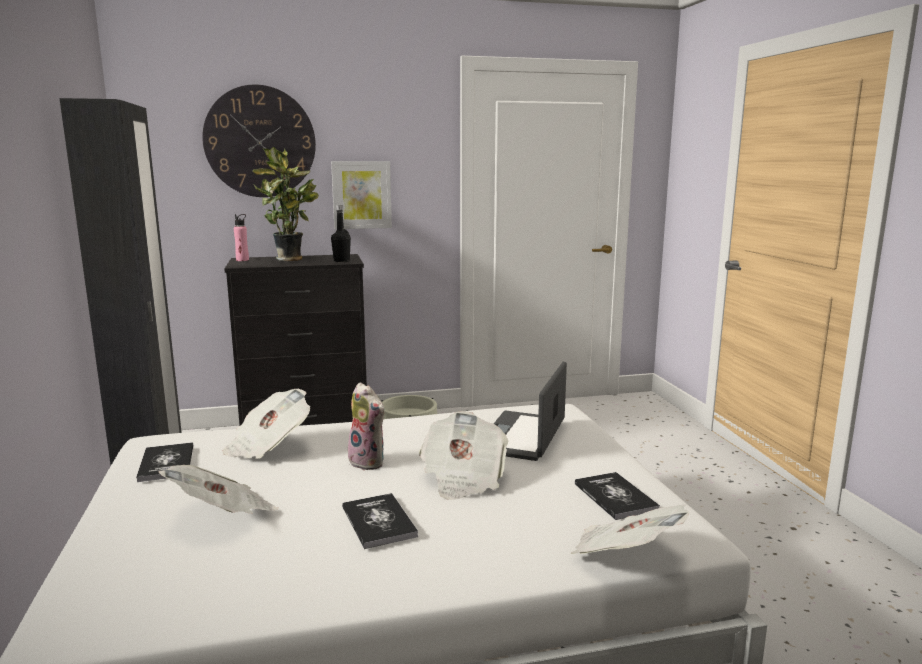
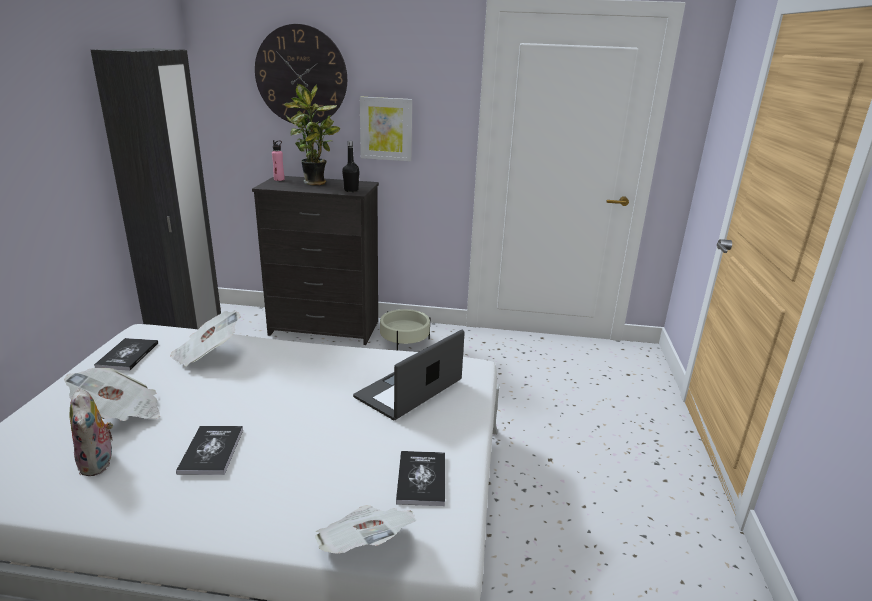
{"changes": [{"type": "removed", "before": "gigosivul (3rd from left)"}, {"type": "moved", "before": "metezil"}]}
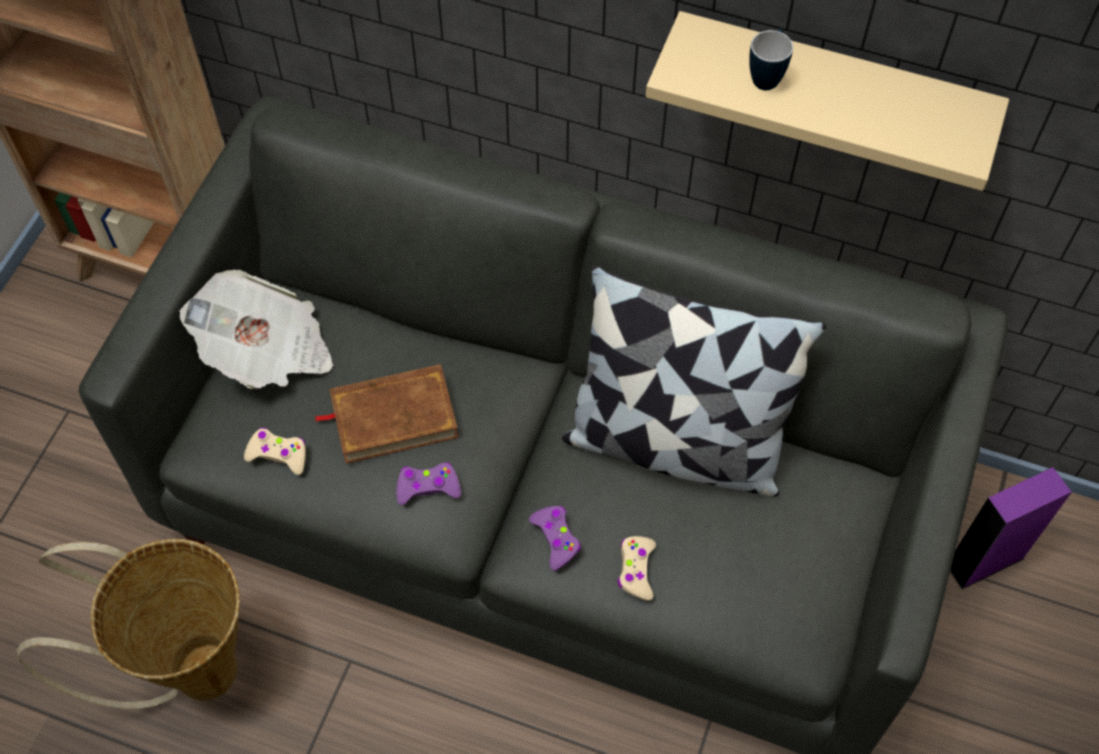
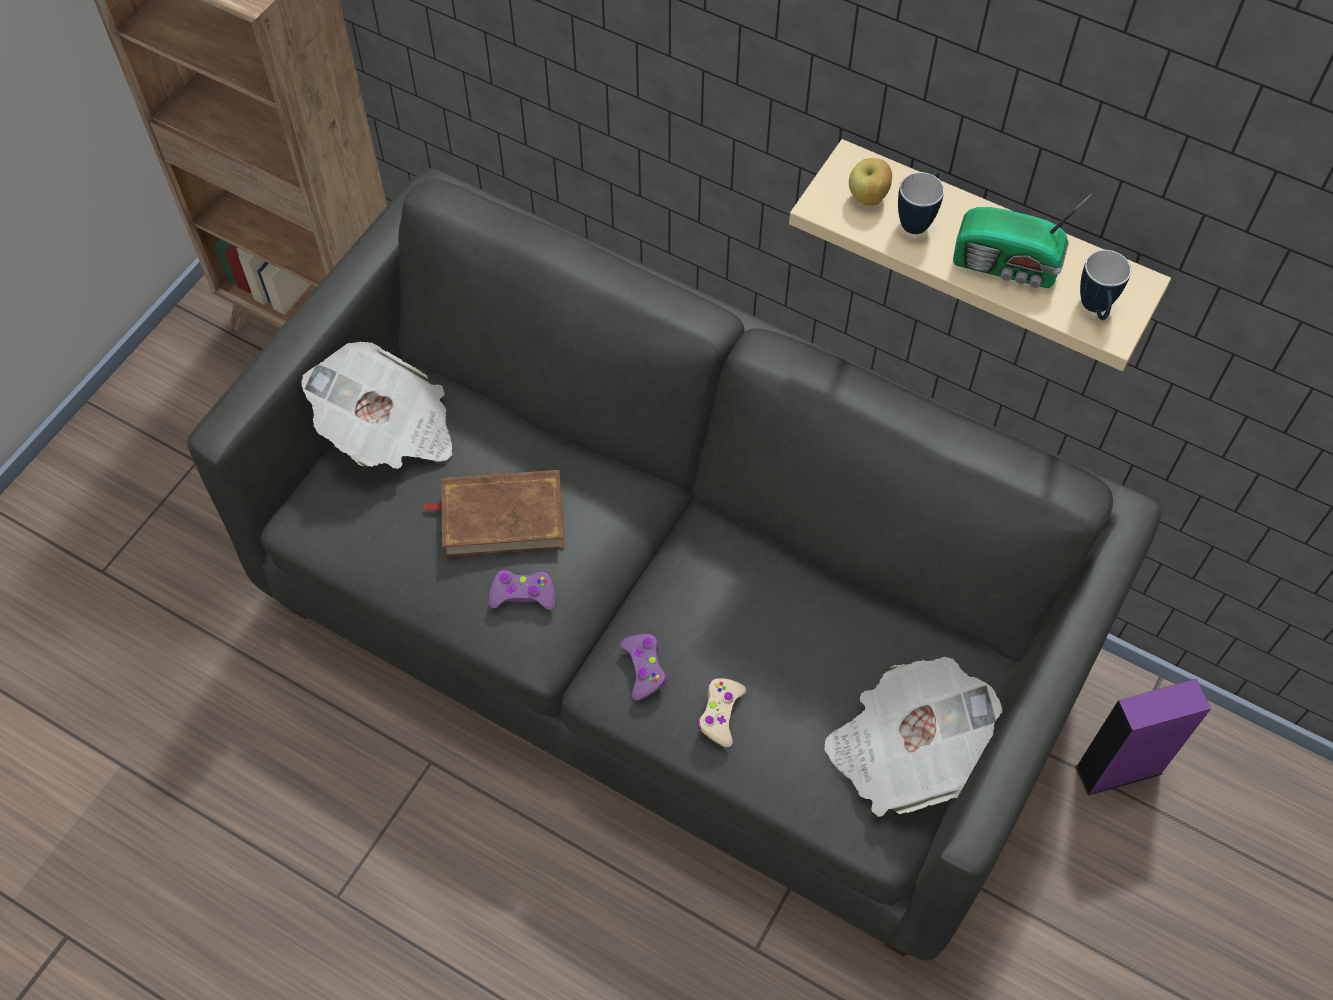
{"changes": [{"type": "removed", "before": "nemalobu"}, {"type": "removed", "before": "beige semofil (1st from left)"}, {"type": "removed", "before": "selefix"}, {"type": "added", "after": "gigosivul (2nd from left)"}, {"type": "added", "after": "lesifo"}, {"type": "added", "after": "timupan"}, {"type": "added", "after": "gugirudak (2nd from left)"}]}
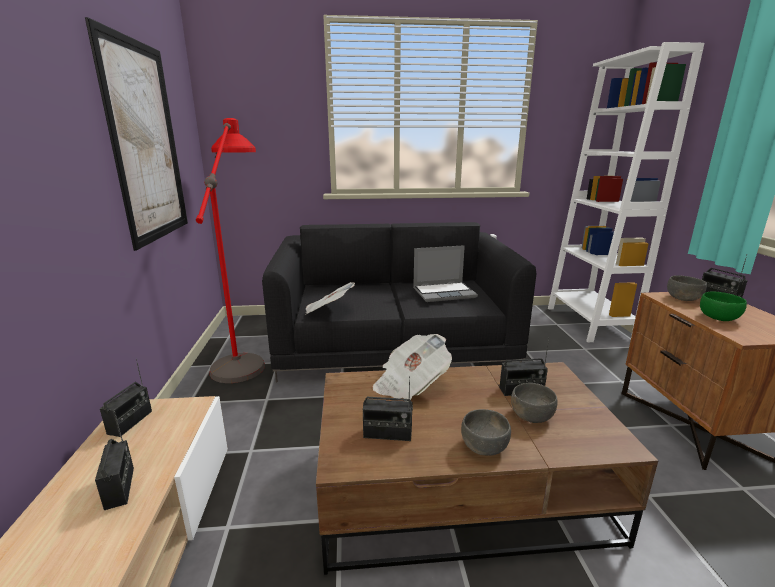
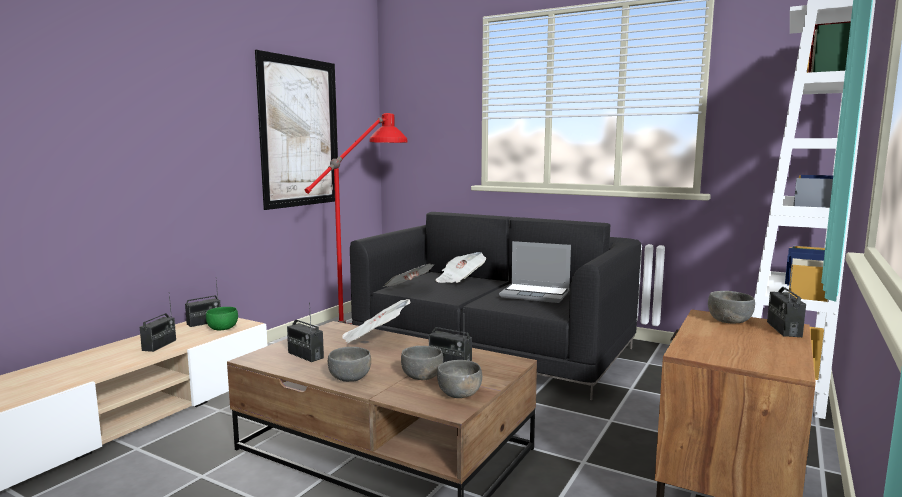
{"changes": [{"type": "added", "after": "gigosivul (3rd from left)"}, {"type": "added", "after": "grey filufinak (3rd from left)"}, {"type": "moved", "before": "green filufinak"}]}
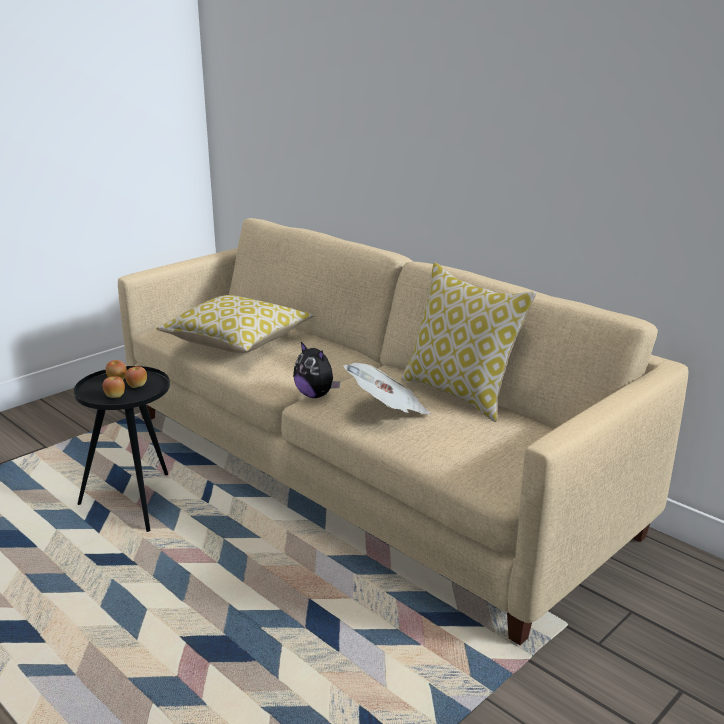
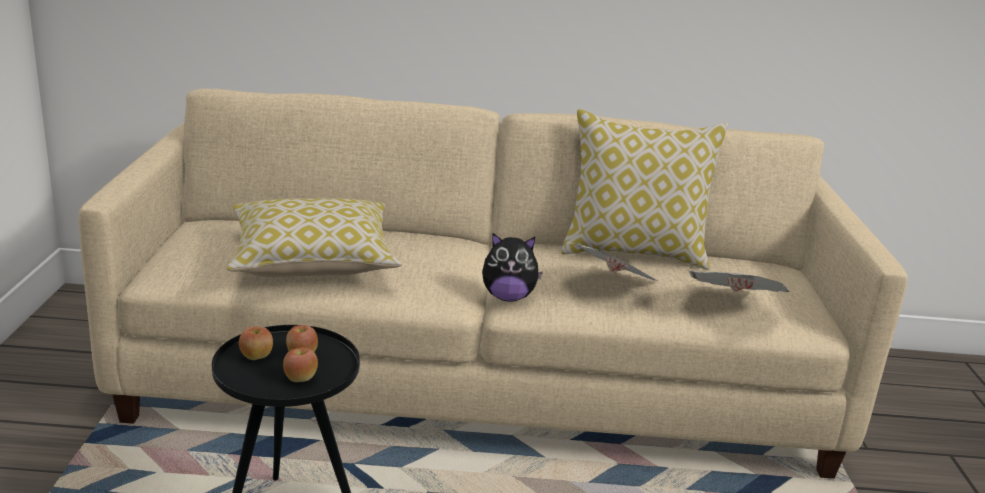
{"changes": [{"type": "added", "after": "gigosivul (2nd from left)"}]}
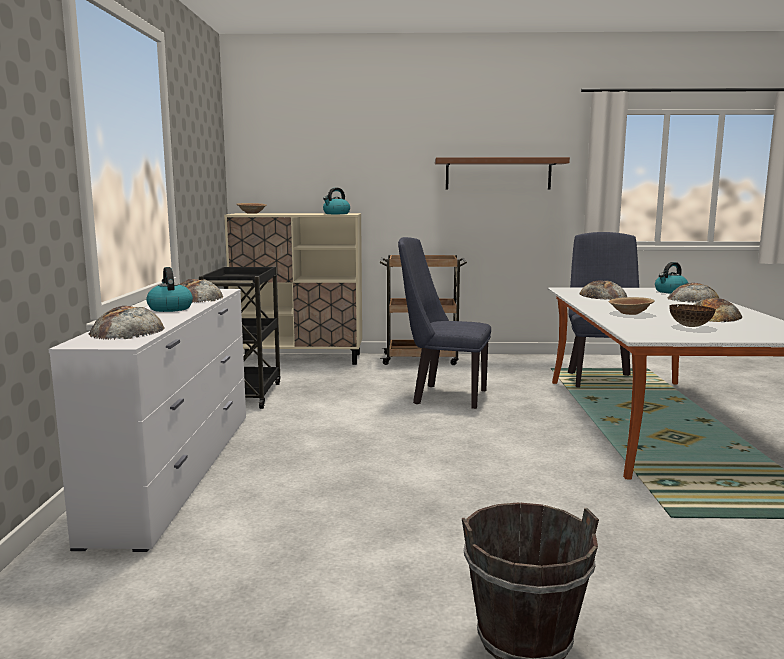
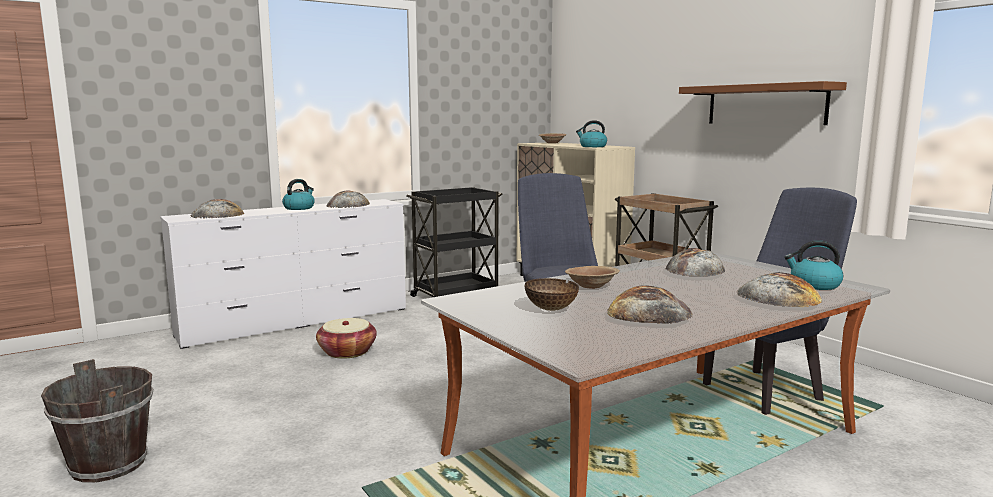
{"changes": [{"type": "added", "after": "nemalobu"}]}
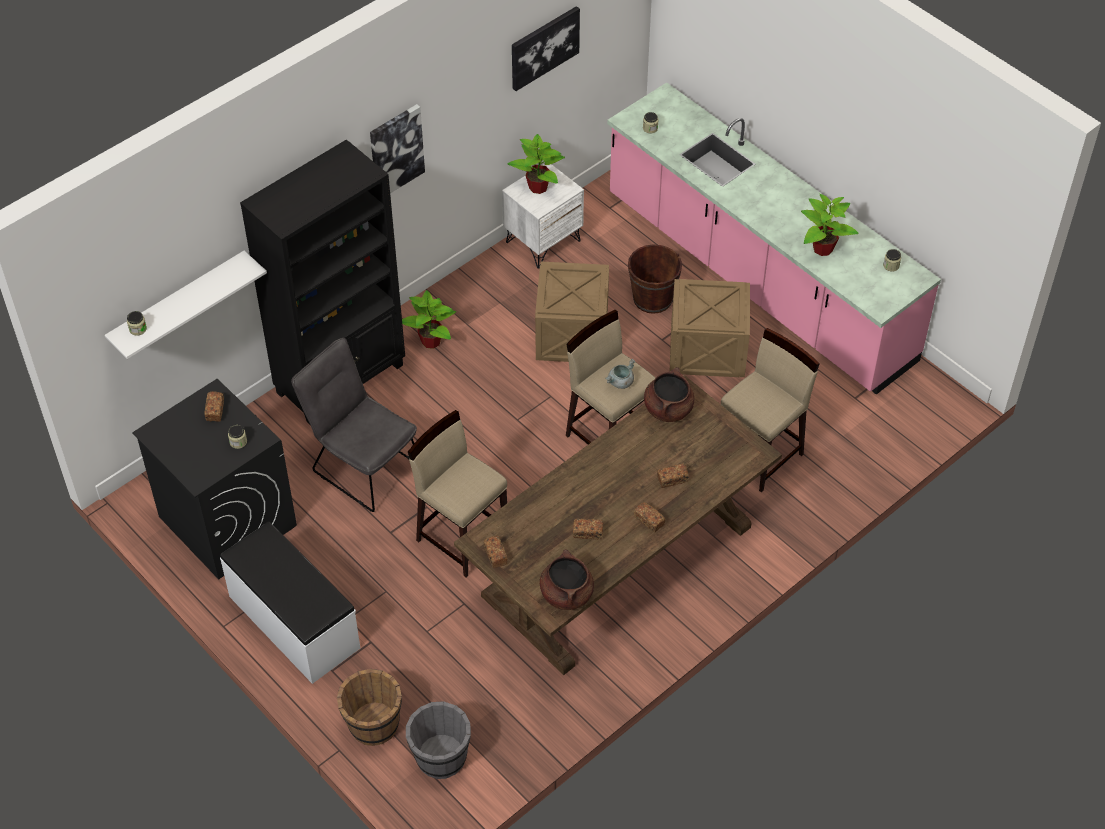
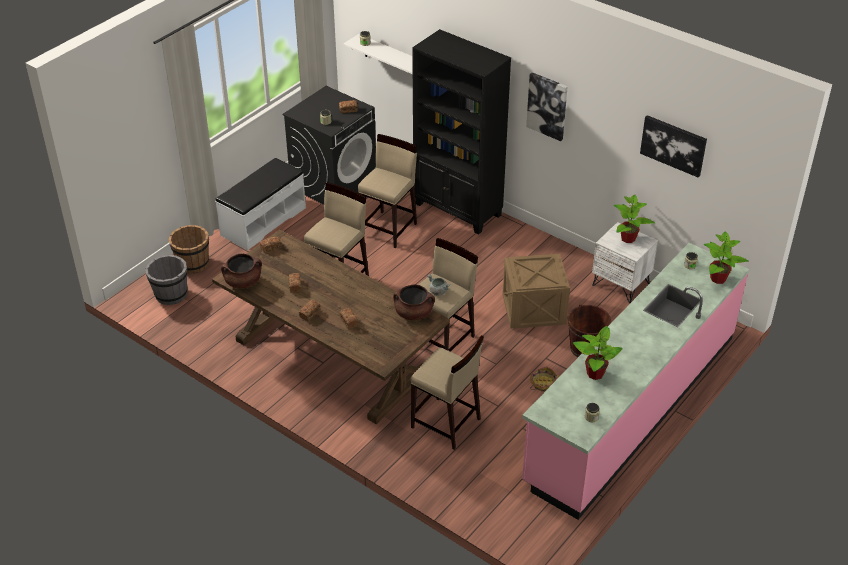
{"changes": [{"type": "moved", "before": "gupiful (1st from left in the first image)", "after": "gupiful (3rd from left)"}, {"type": "replaced", "before": "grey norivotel", "after": "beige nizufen (2nd from left)"}, {"type": "replaced", "before": "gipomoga (2nd from left)", "after": "nemalobu"}]}
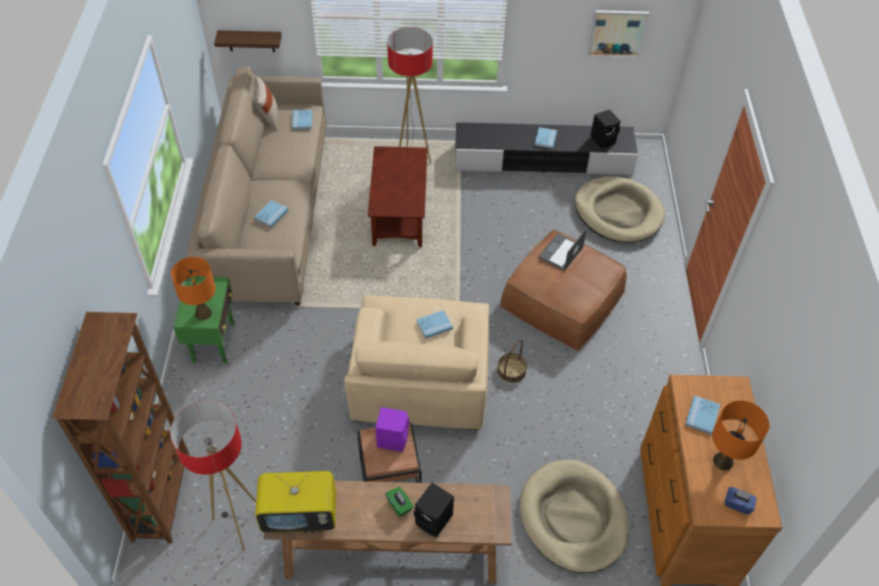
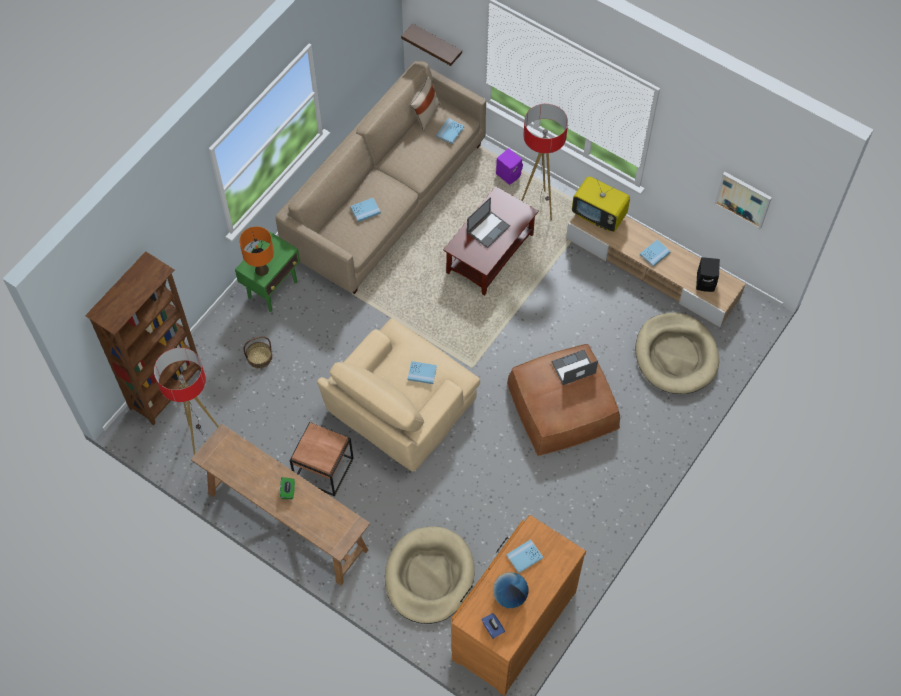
{"changes": [{"type": "removed", "before": "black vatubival (1st from left)"}, {"type": "added", "after": "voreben (1st from left)"}, {"type": "moved", "before": "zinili"}, {"type": "moved", "before": "purple vatubival"}, {"type": "moved", "before": "nemalobu"}, {"type": "replaced", "before": "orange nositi (2nd from left)", "after": "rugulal"}, {"type": "recoloured", "before": "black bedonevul", "after": "beige bedonevul"}]}
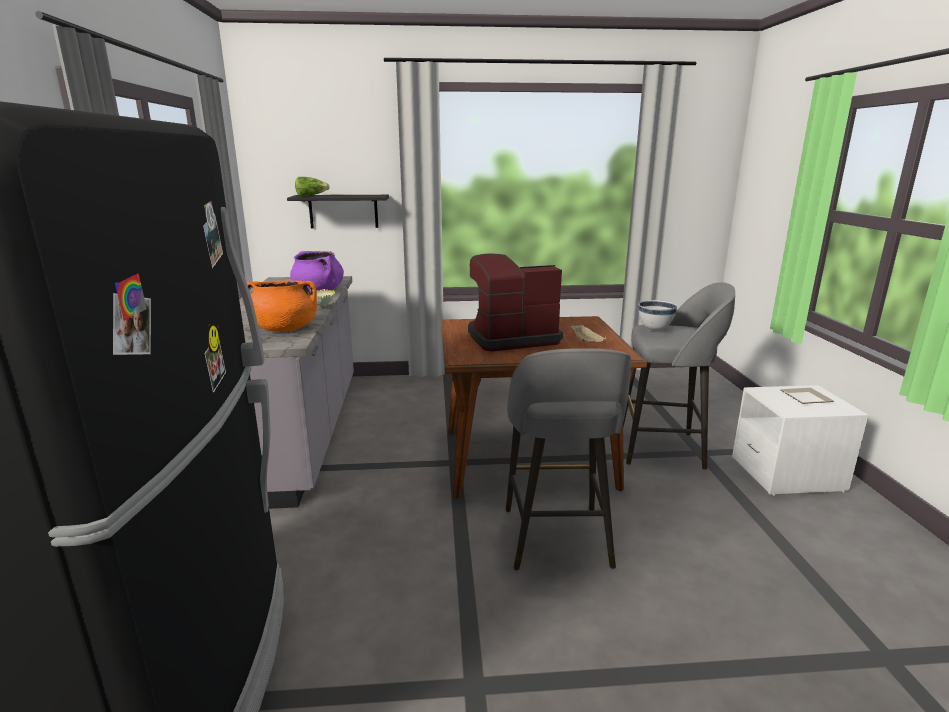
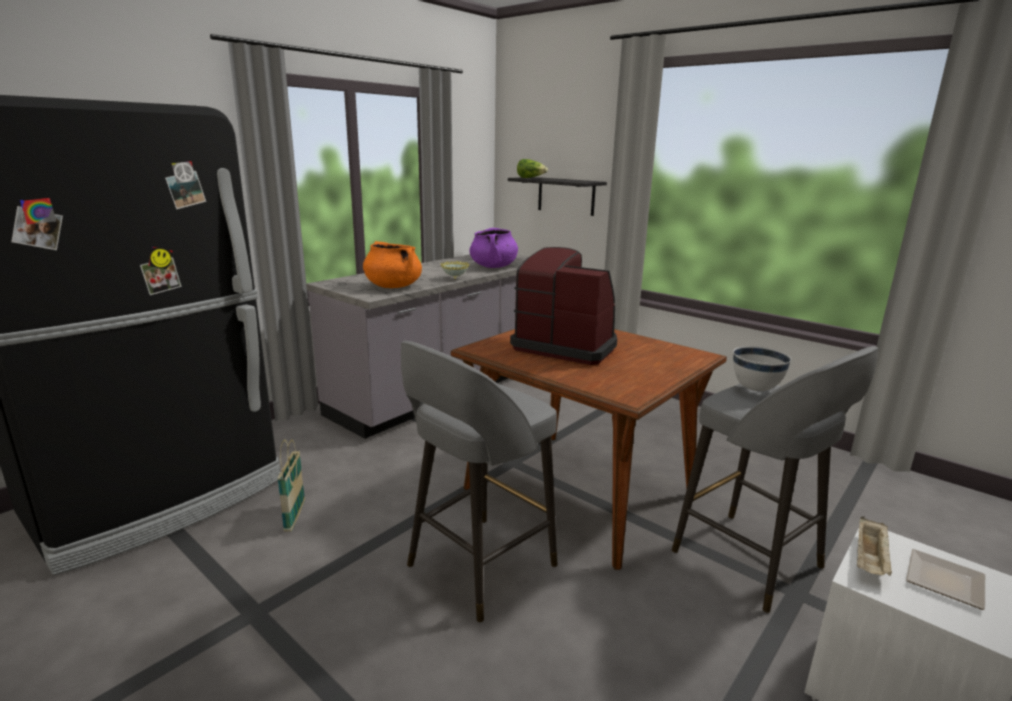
{"changes": [{"type": "added", "after": "nemalobu"}, {"type": "moved", "before": "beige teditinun"}]}
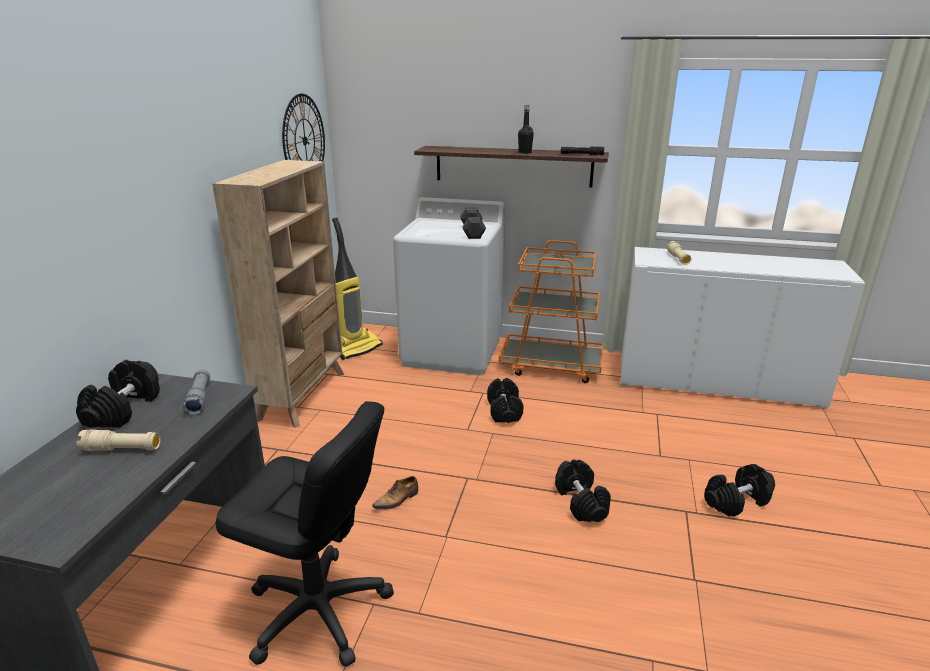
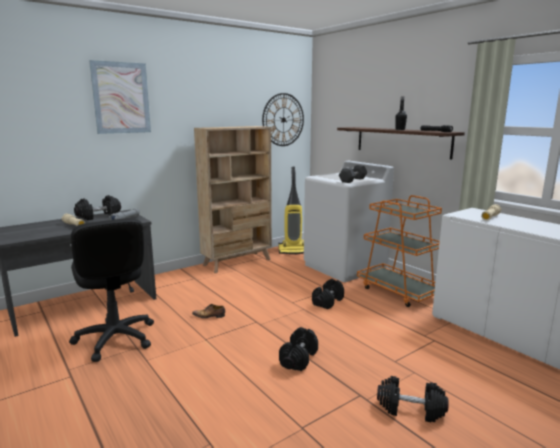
{"changes": [{"type": "added", "after": "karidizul"}]}
